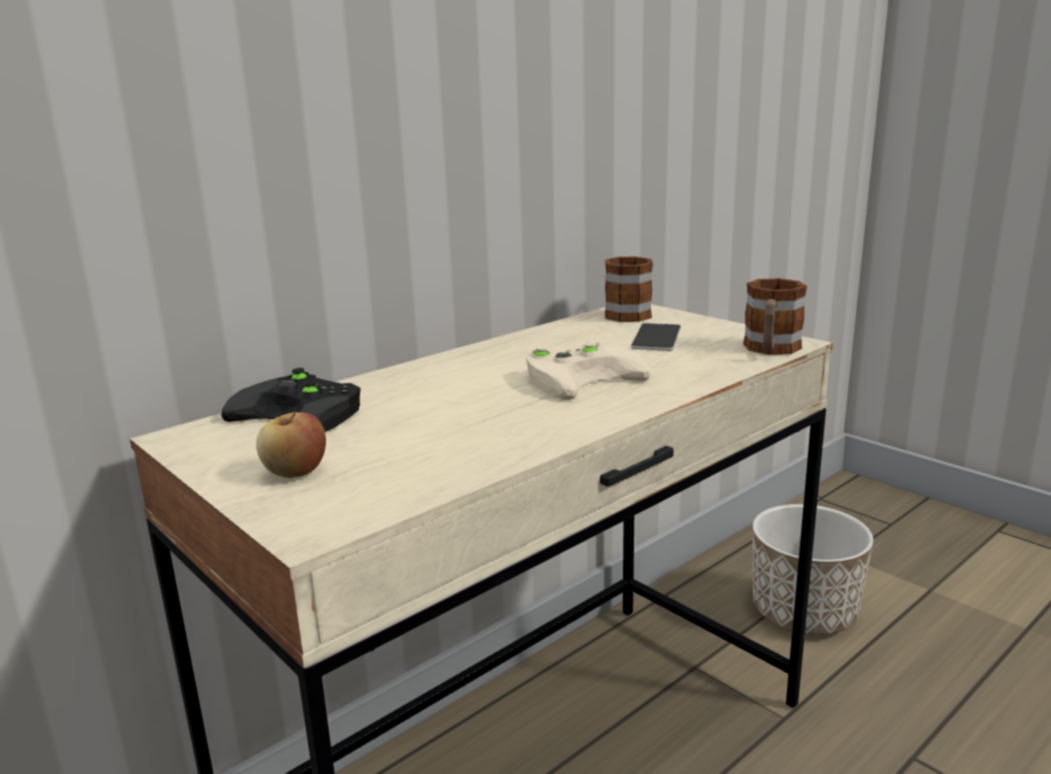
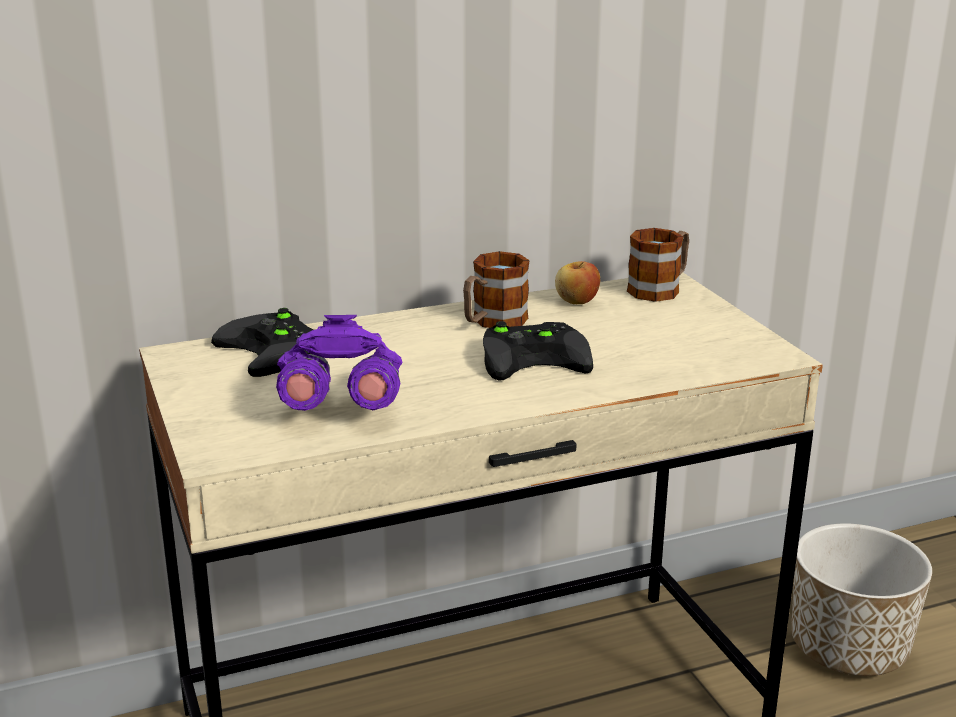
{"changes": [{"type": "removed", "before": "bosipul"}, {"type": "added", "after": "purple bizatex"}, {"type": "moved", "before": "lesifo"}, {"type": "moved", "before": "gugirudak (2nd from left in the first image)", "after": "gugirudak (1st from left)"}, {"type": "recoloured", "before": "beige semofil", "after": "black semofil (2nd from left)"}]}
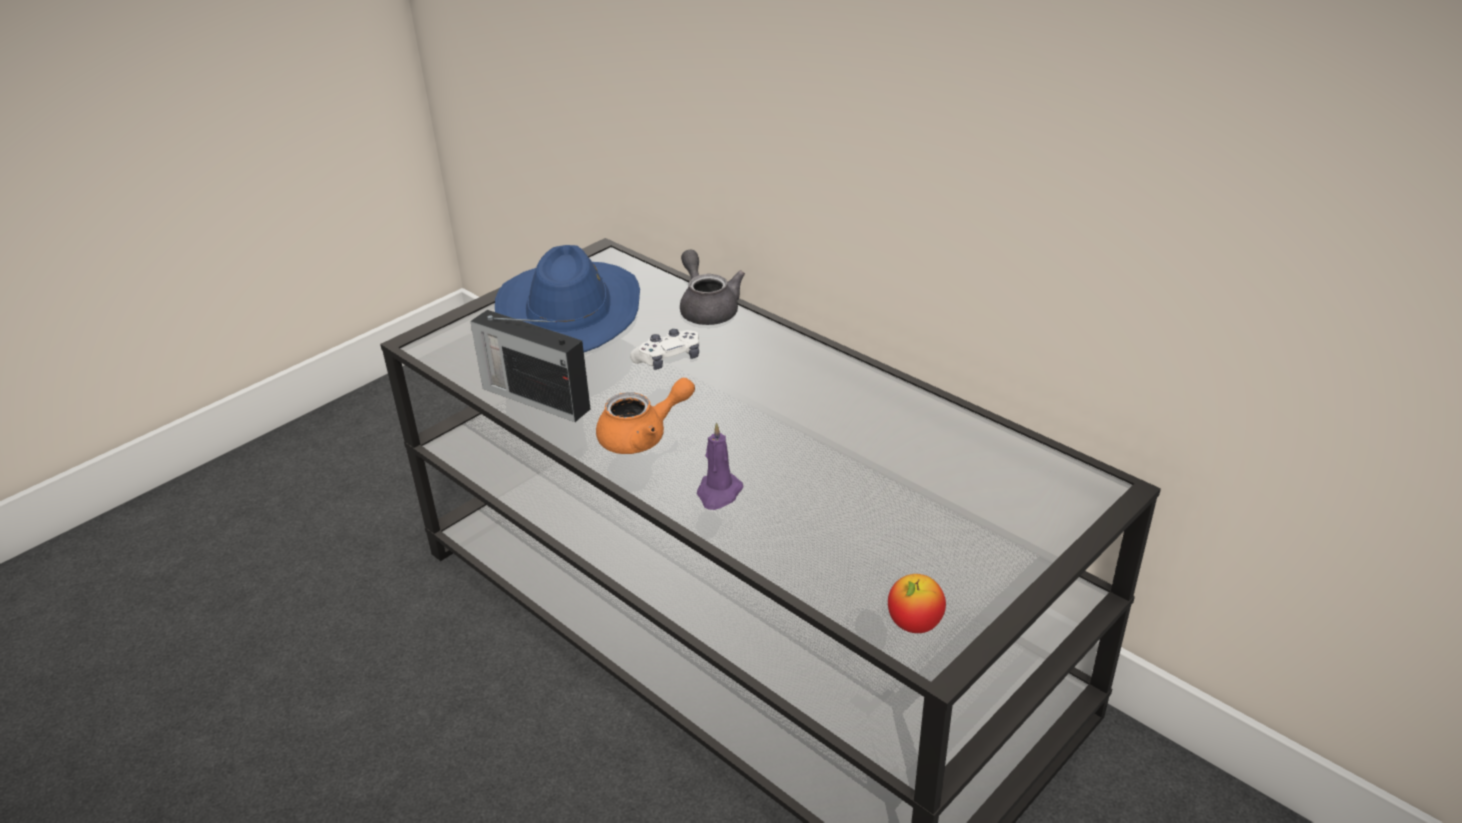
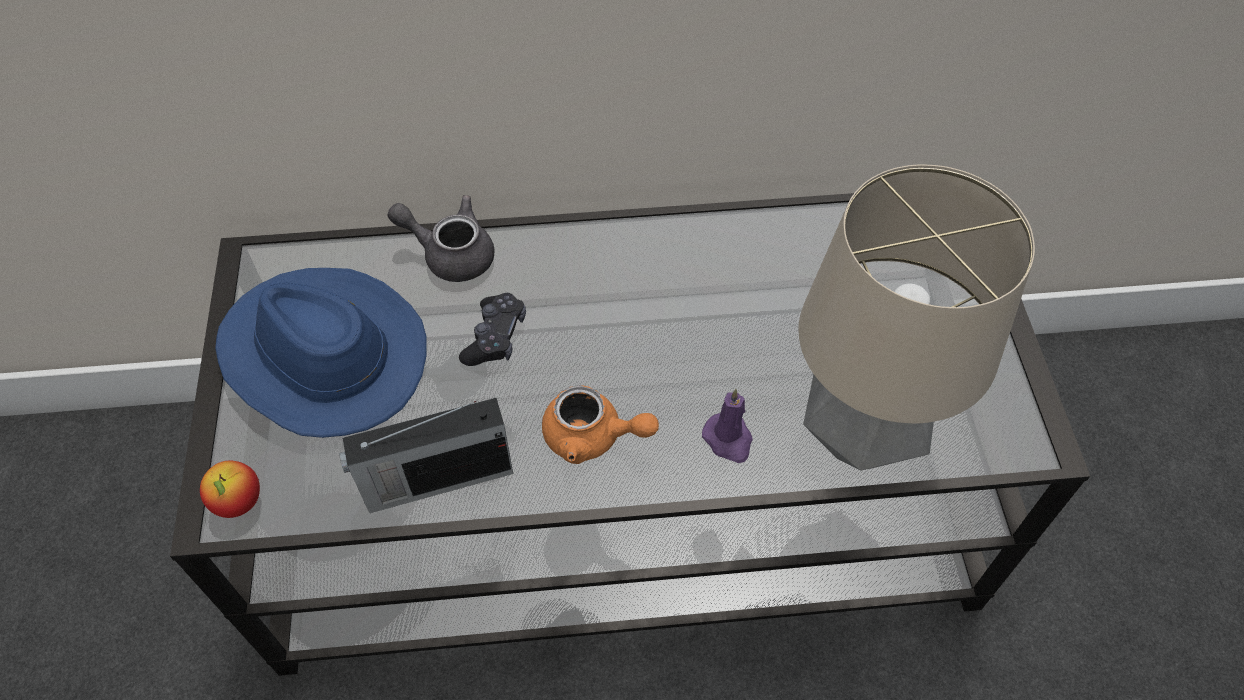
{"changes": [{"type": "added", "after": "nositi"}, {"type": "moved", "before": "lesifo"}, {"type": "recoloured", "before": "white semofil", "after": "black semofil"}, {"type": "turned", "before": "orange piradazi", "turn": 90}]}
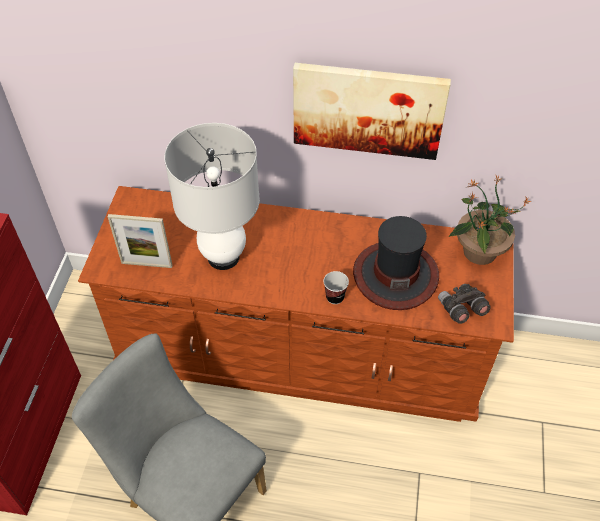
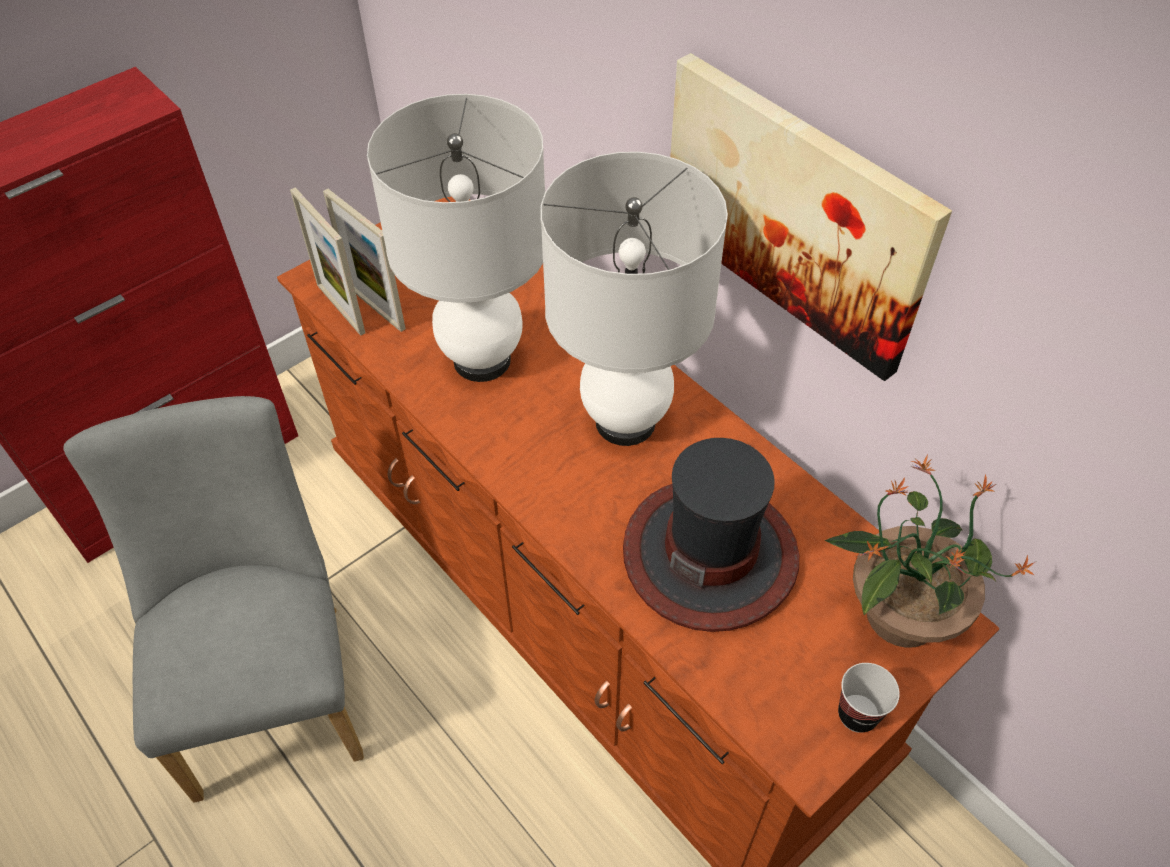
{"changes": [{"type": "removed", "before": "grey bizatex"}, {"type": "added", "after": "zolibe (1st from left)"}, {"type": "added", "after": "white nositi (2nd from left)"}, {"type": "moved", "before": "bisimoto"}]}
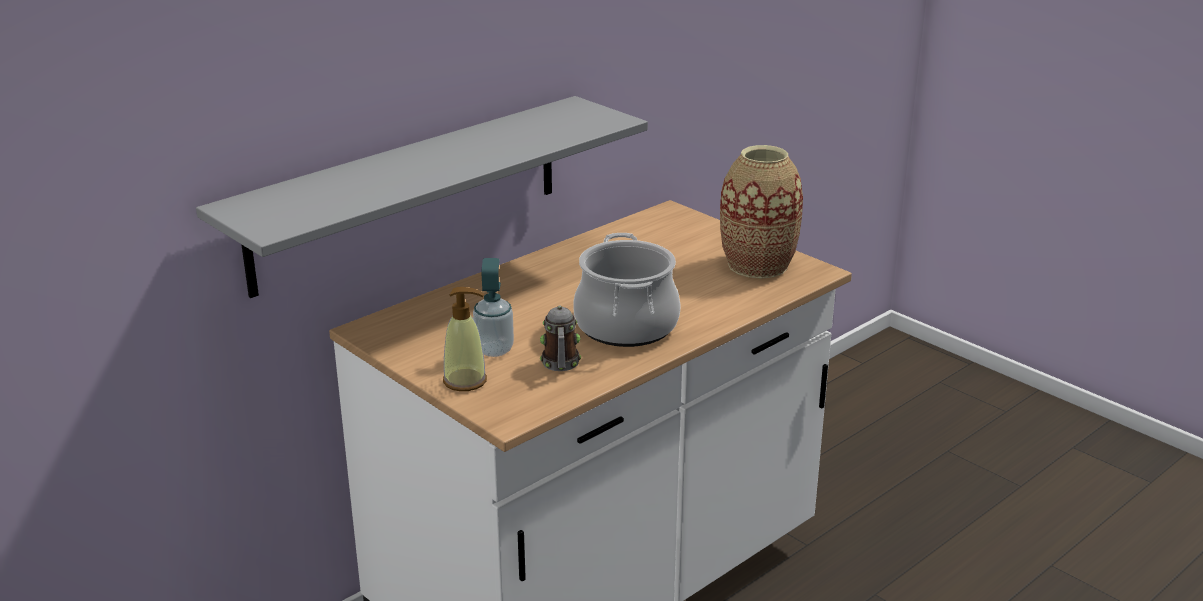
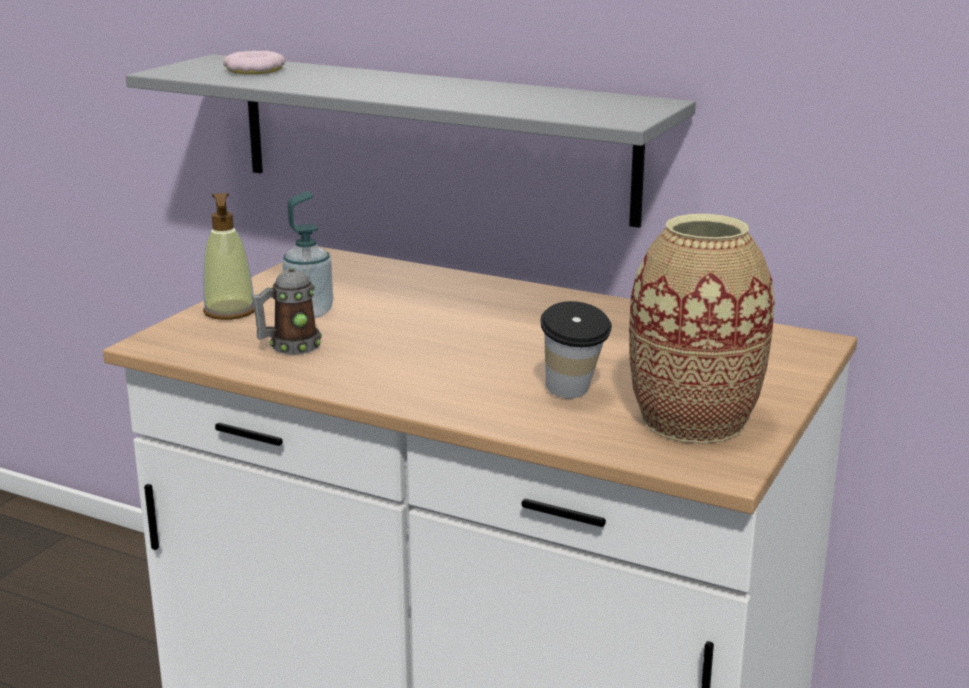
{"changes": [{"type": "removed", "before": "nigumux"}, {"type": "added", "after": "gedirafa"}, {"type": "added", "after": "bisimoto"}]}
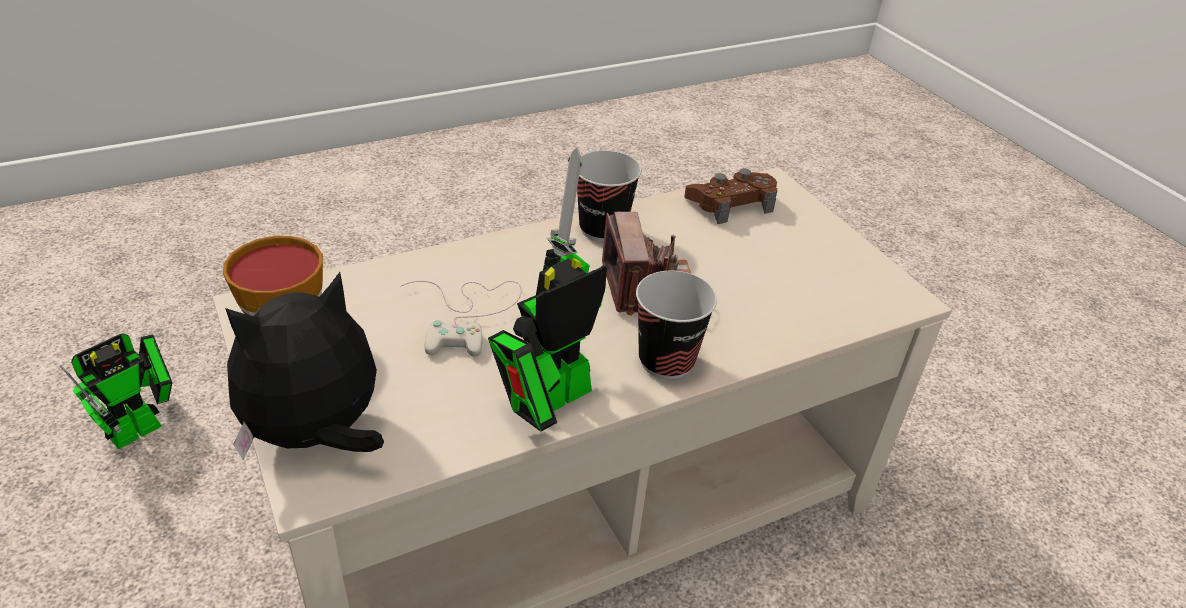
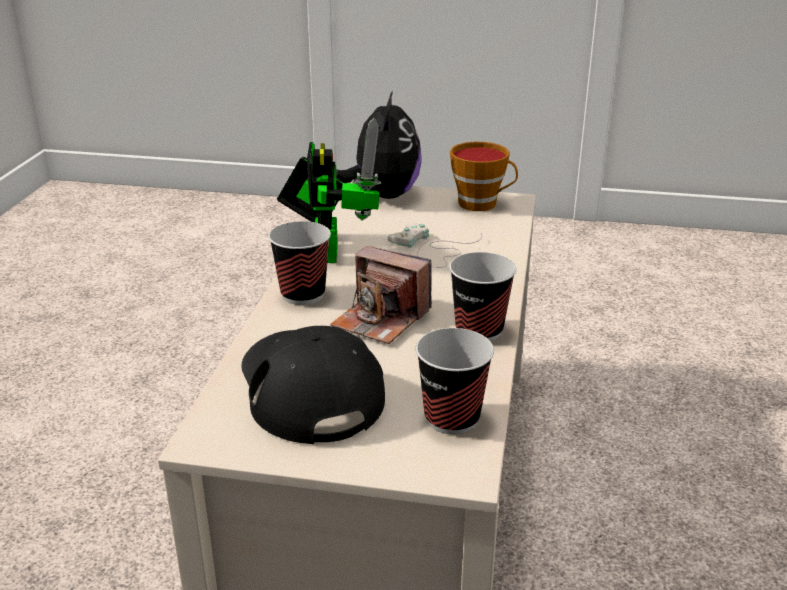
{"changes": [{"type": "removed", "before": "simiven (1st from left)"}, {"type": "added", "after": "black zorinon"}, {"type": "replaced", "before": "brown semofil", "after": "bisimoto (2nd from left)"}]}
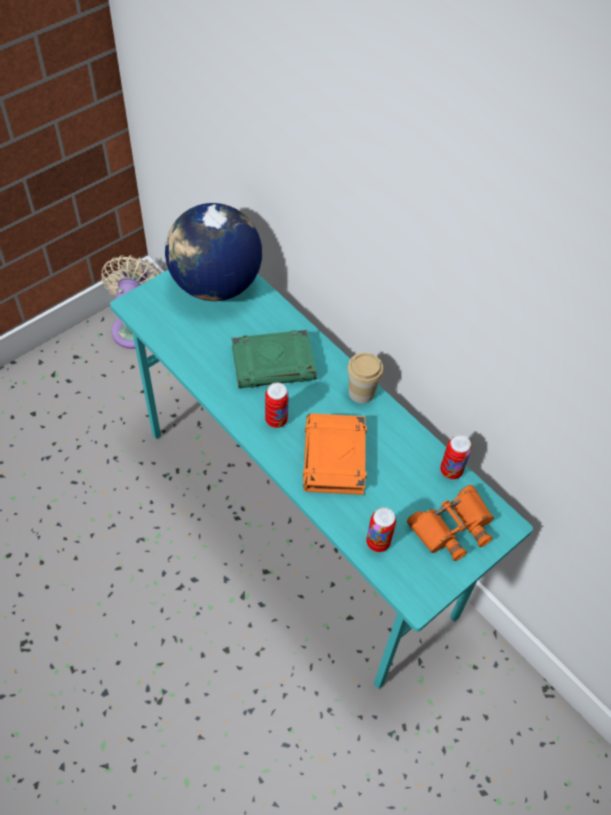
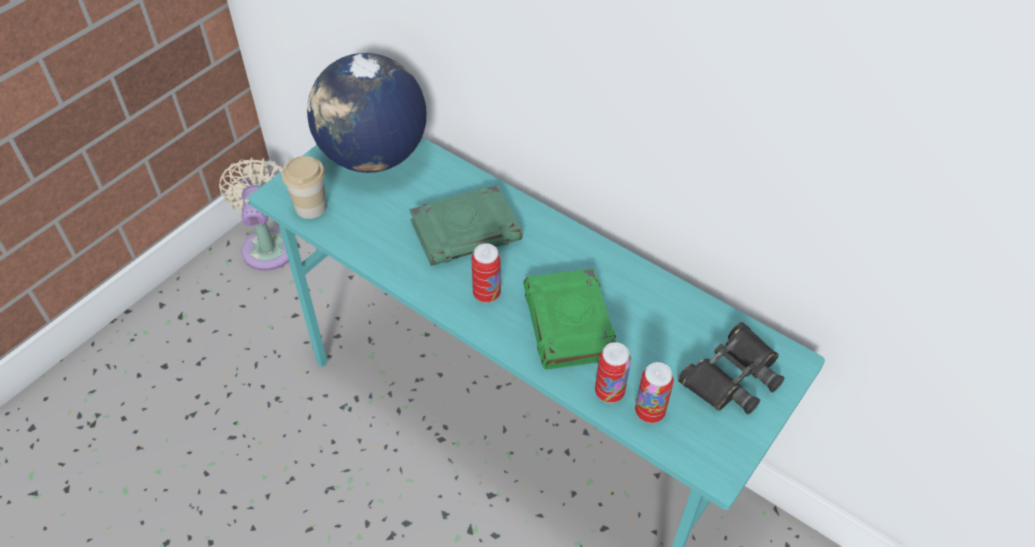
{"changes": [{"type": "moved", "before": "bisimoto"}, {"type": "moved", "before": "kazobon (3rd from left in the first image)", "after": "kazobon (2nd from left)"}, {"type": "recoloured", "before": "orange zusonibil", "after": "green zusonibil (2nd from left)"}, {"type": "recoloured", "before": "orange bizatex", "after": "black bizatex"}]}
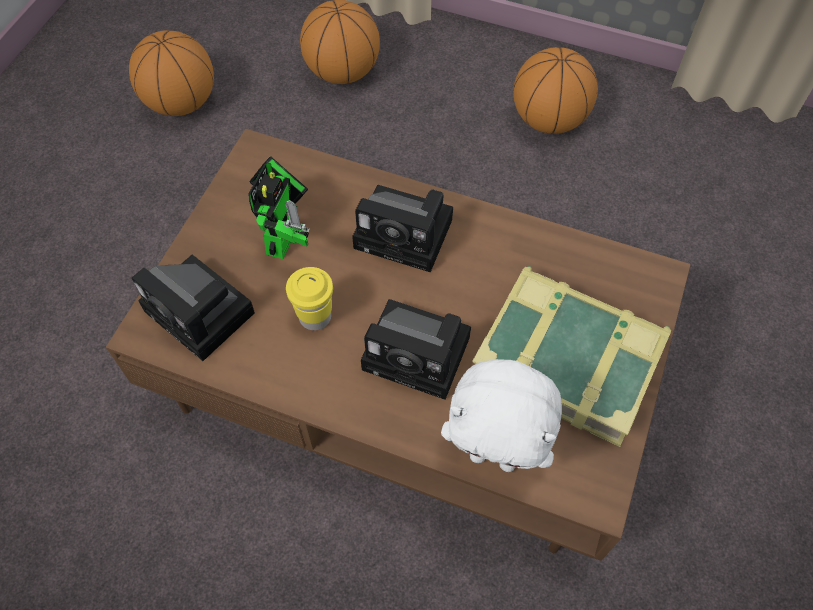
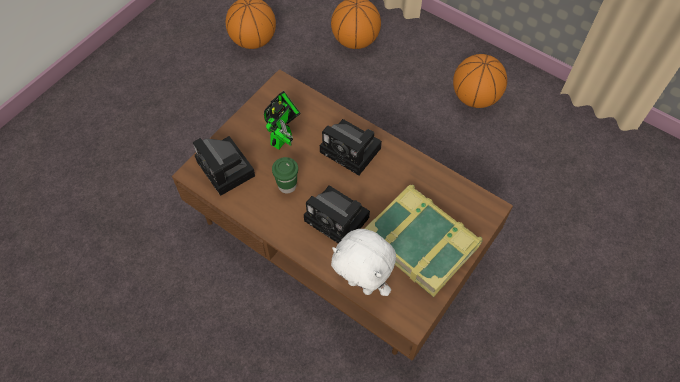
{"changes": [{"type": "recoloured", "before": "yellow bisimoto", "after": "green bisimoto"}]}
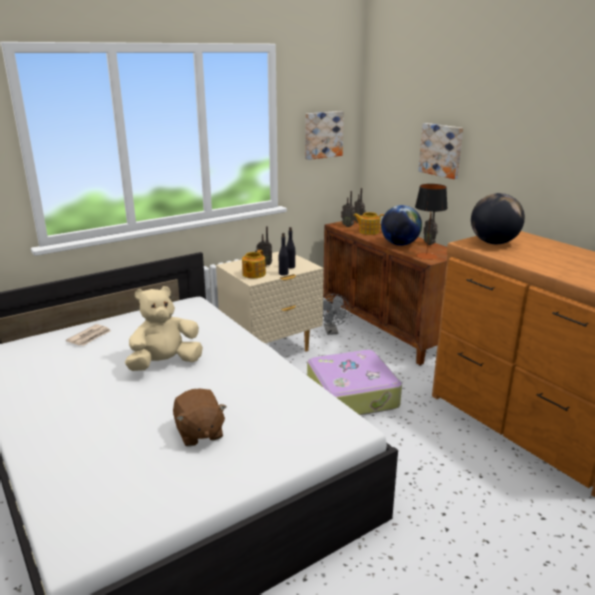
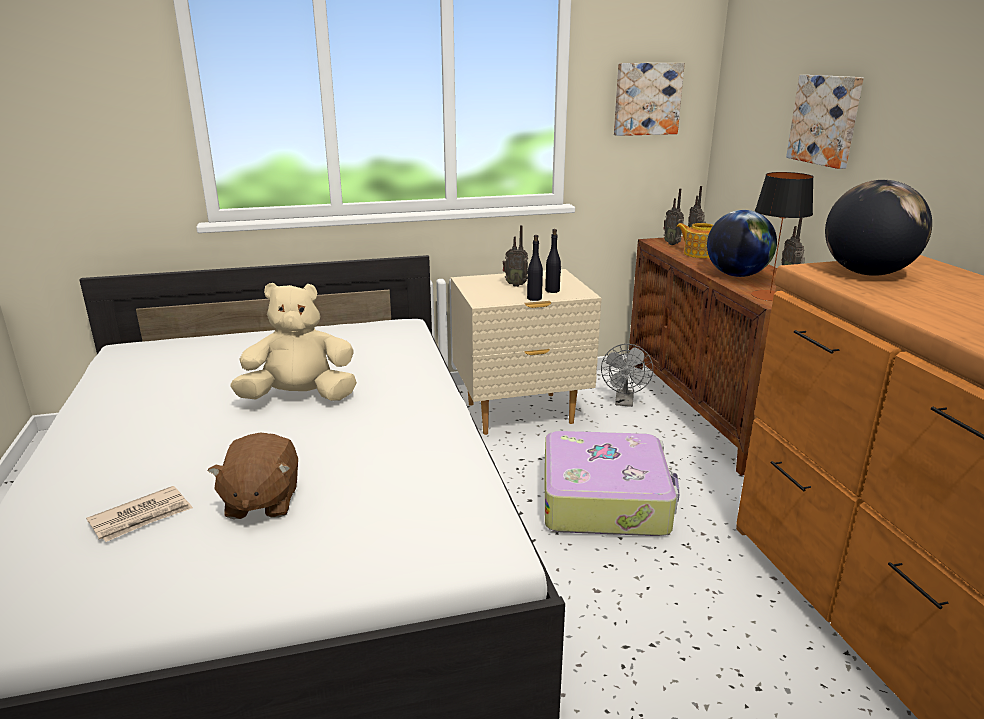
{"changes": [{"type": "removed", "before": "piradazi (1st from left)"}, {"type": "moved", "before": "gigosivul"}]}
